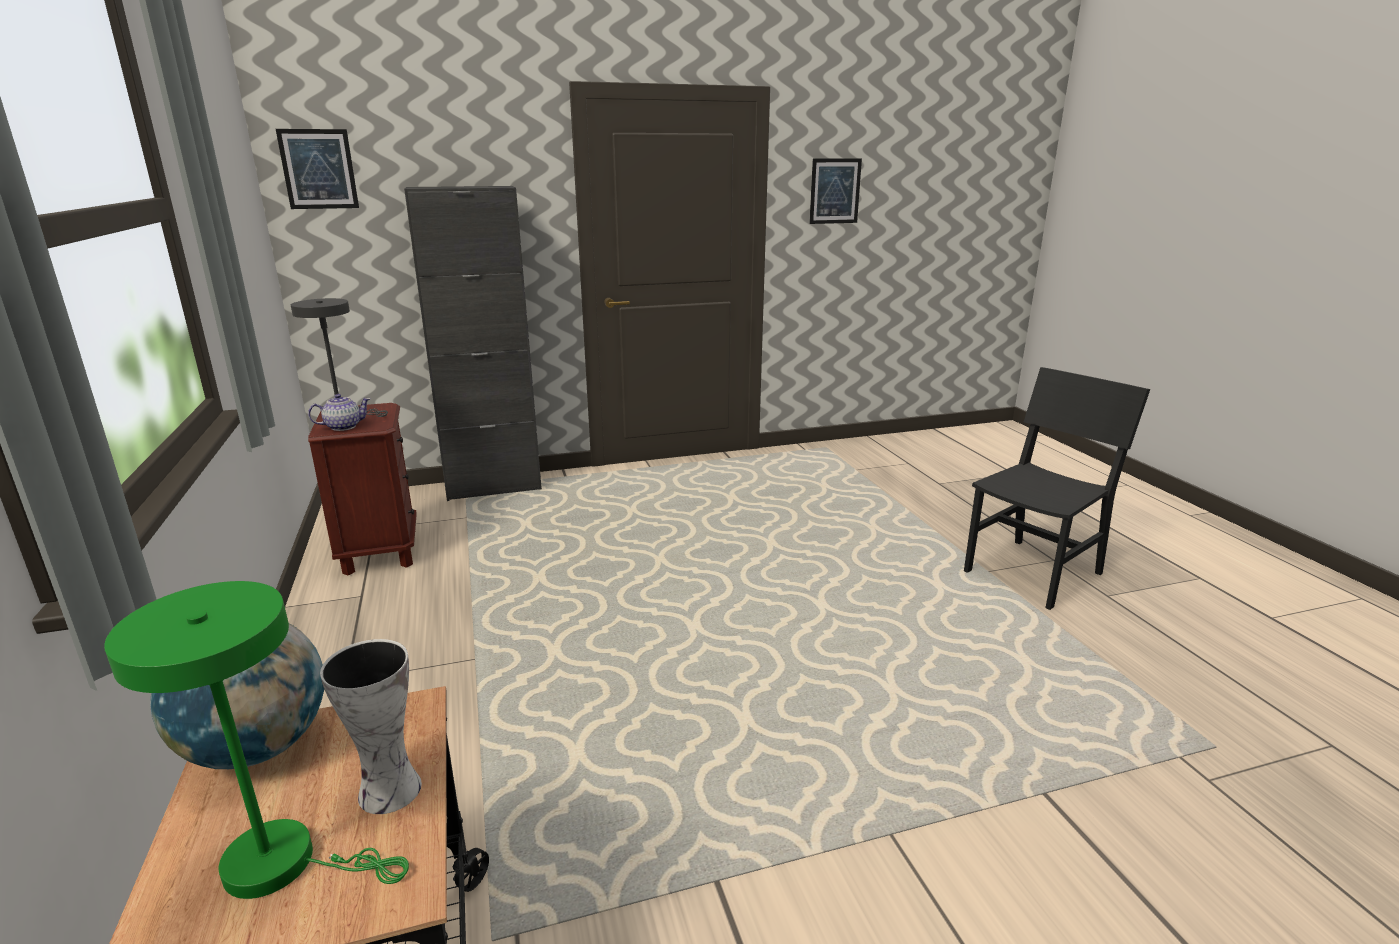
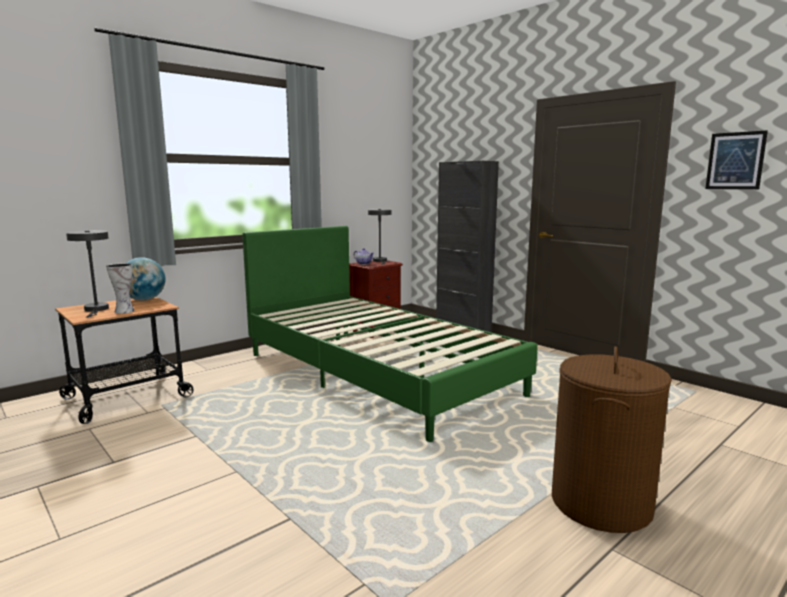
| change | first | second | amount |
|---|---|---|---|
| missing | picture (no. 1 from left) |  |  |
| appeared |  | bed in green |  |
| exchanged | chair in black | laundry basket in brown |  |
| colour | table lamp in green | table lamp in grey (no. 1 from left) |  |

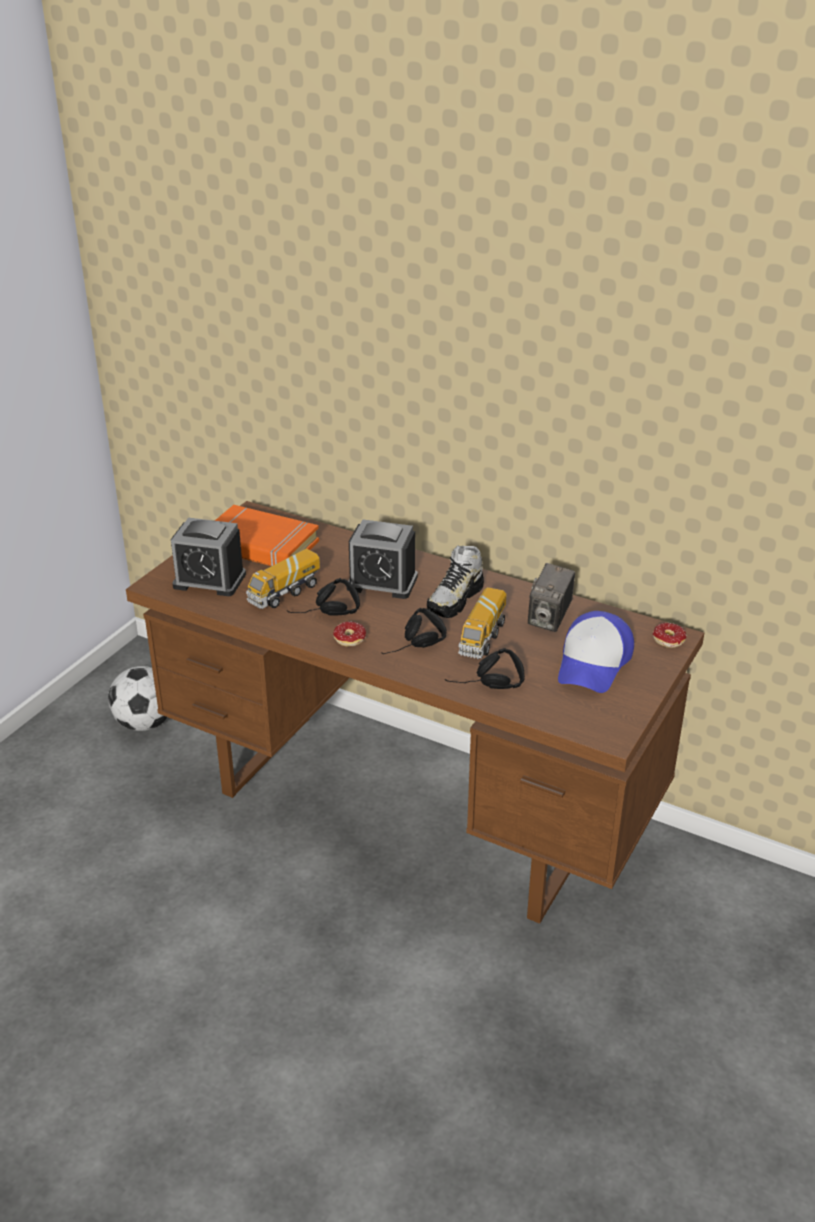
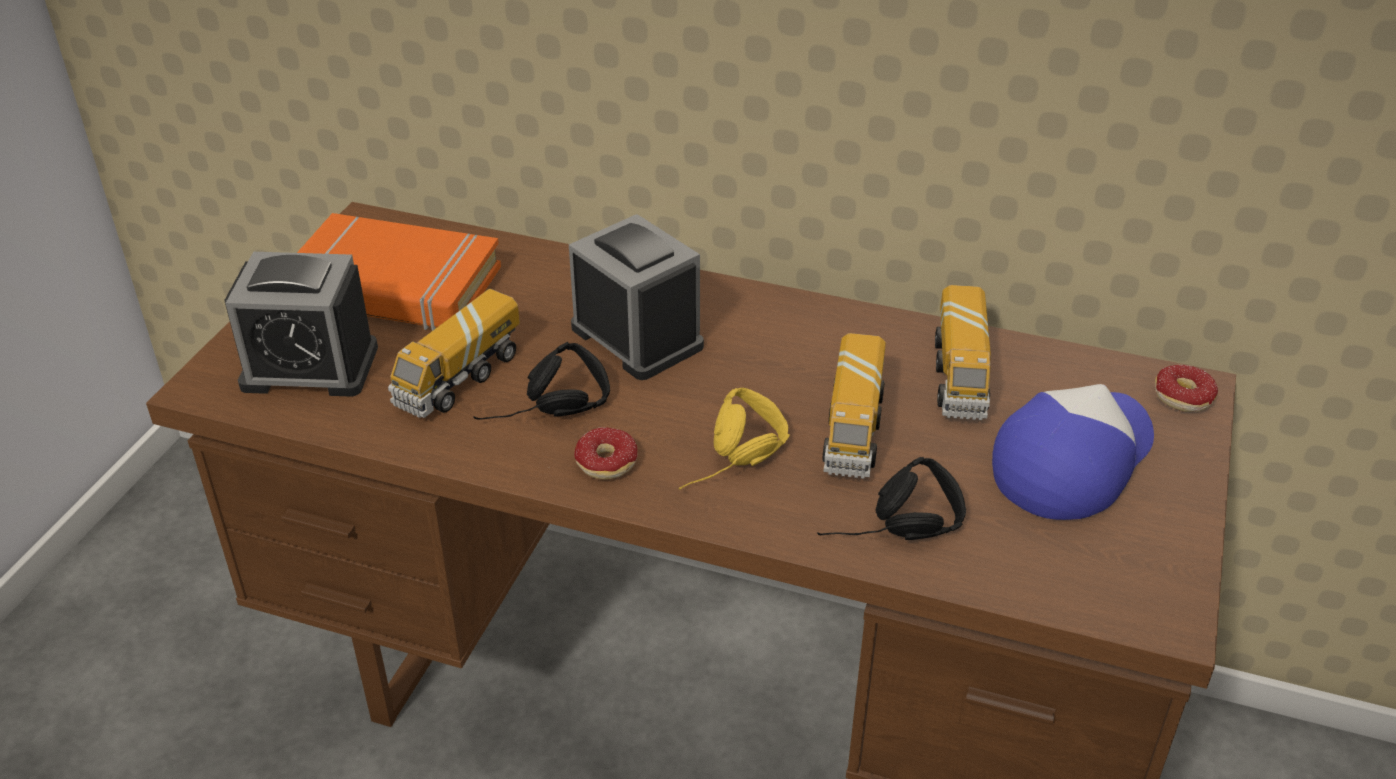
| change | first | second | amount |
|---|---|---|---|
| missing | football |  |  |
| missing | shoe |  |  |
| exchanged | photo camera | toy truck (no. 3 from left) |  |
| colour | headphones in black (no. 2 from left) | headphones in yellow |  |
| spun | alarm clock (no. 2 from left) |  | 135 degrees counterclockwise |
| spun | cap |  | 150 degrees counterclockwise |

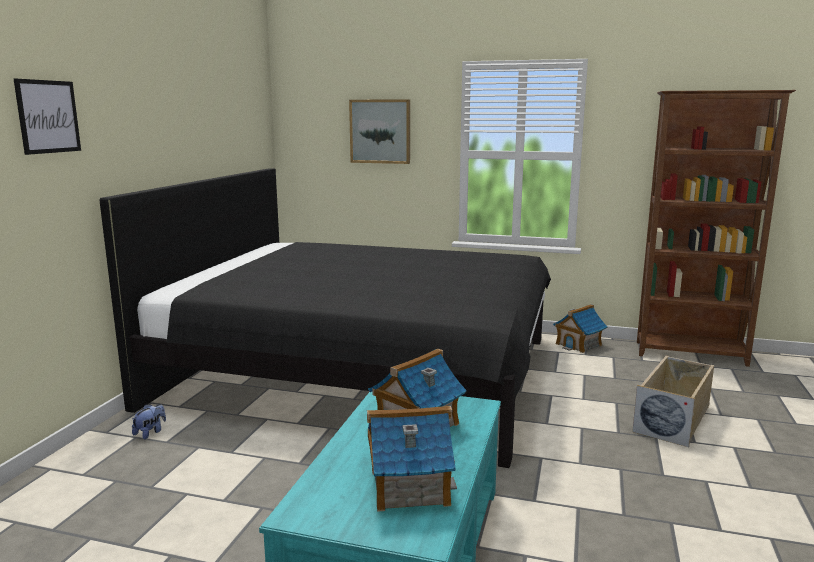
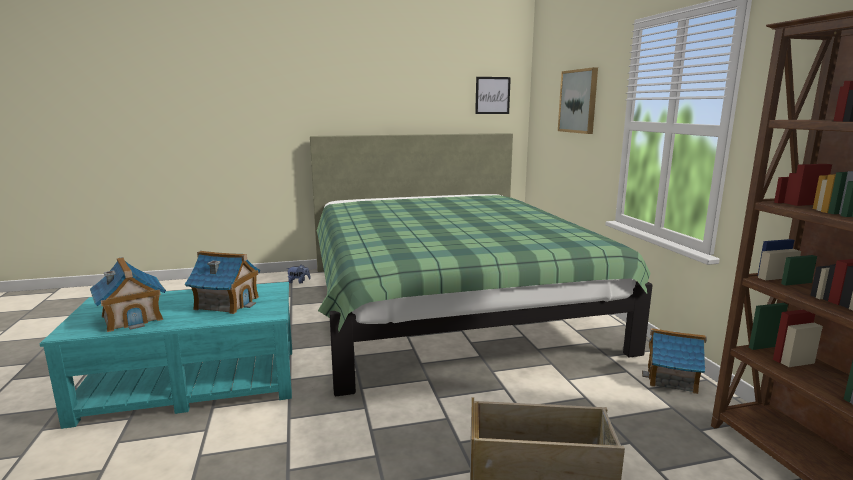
| change | first | second | amount |
|---|---|---|---|
| relocated | picture (no. 1 from left) |  |  |
| colour | bed in black | bed in green |  |

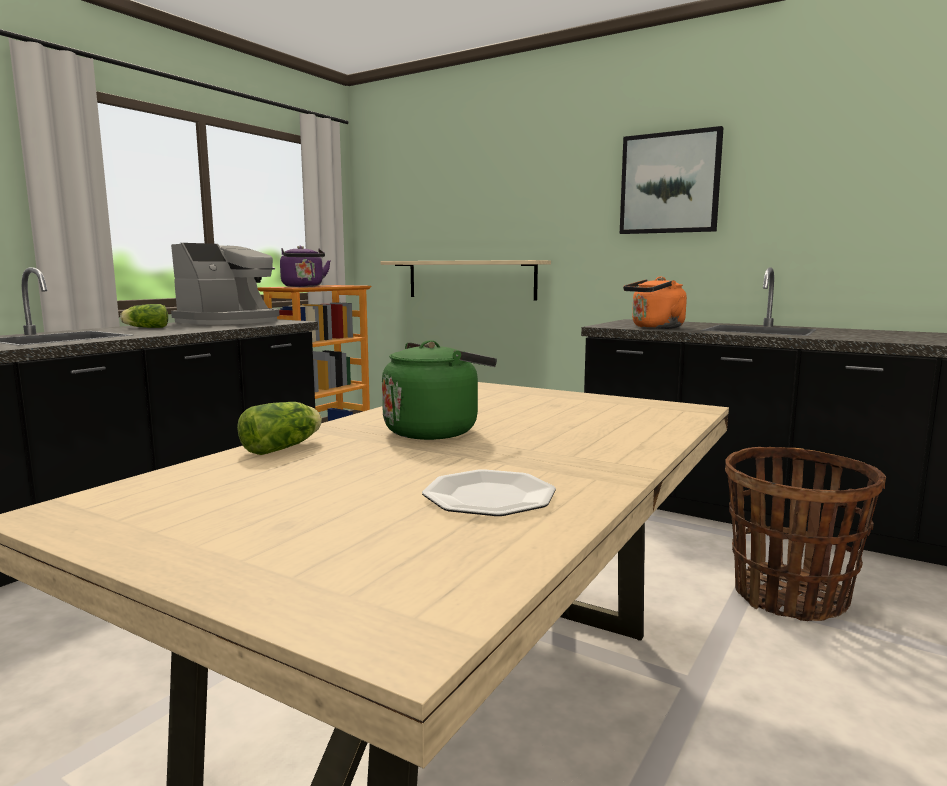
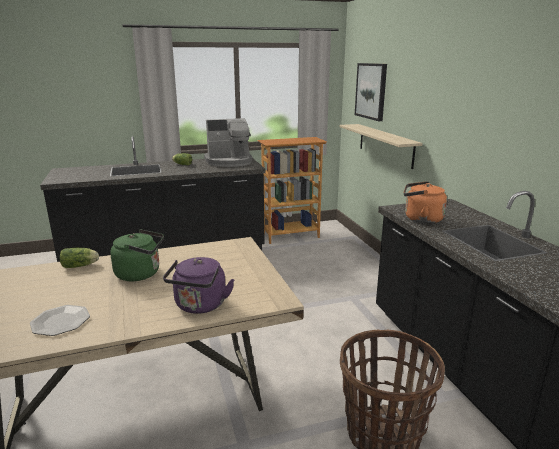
| change | first | second | amount |
|---|---|---|---|
| relocated | kettle in purple |  |  |
| relocated | picture |  |  |

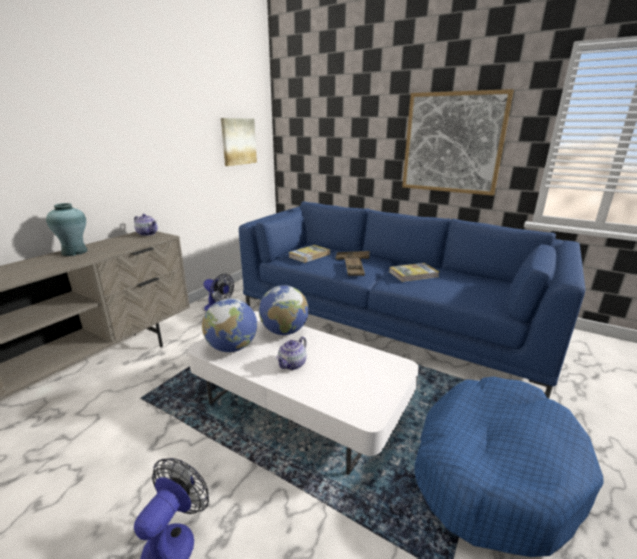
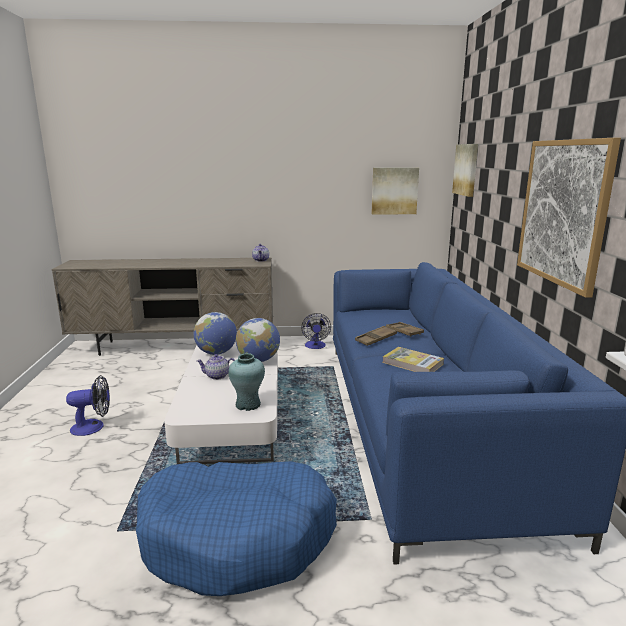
| change | first | second | amount |
|---|---|---|---|
| missing | book (no. 1 from left) |  |  |
| appeared |  | picture (no. 2 from left) |  |
| relocated | vase in turquoise |  |  |

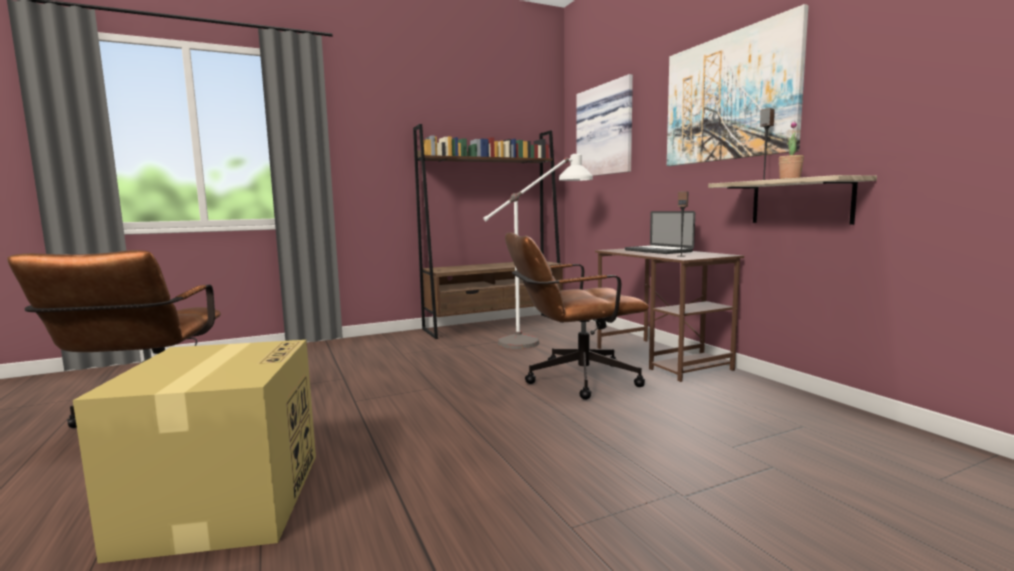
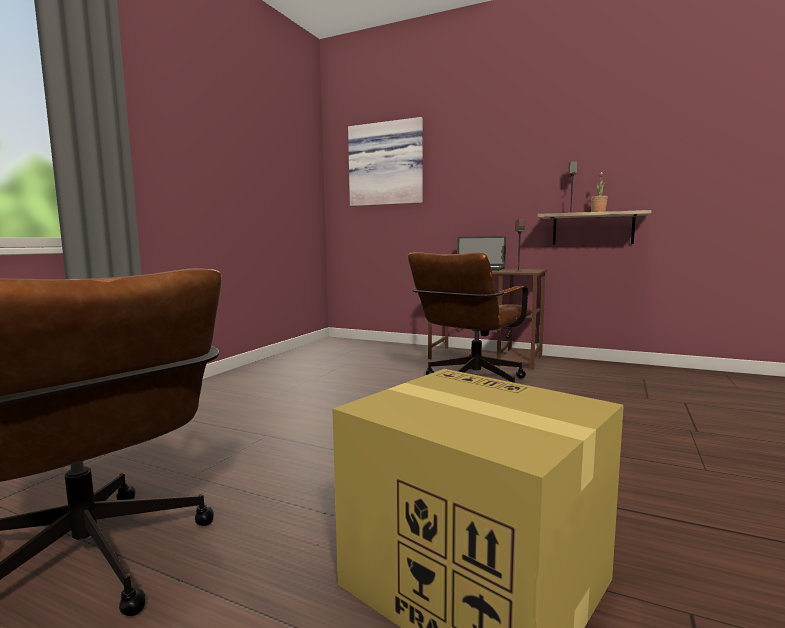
| change | first | second | amount |
|---|---|---|---|
| missing | bookcase in brown |  |  |
| missing | floor lamp in white |  |  |
| missing | picture (no. 2 from left) |  |  |

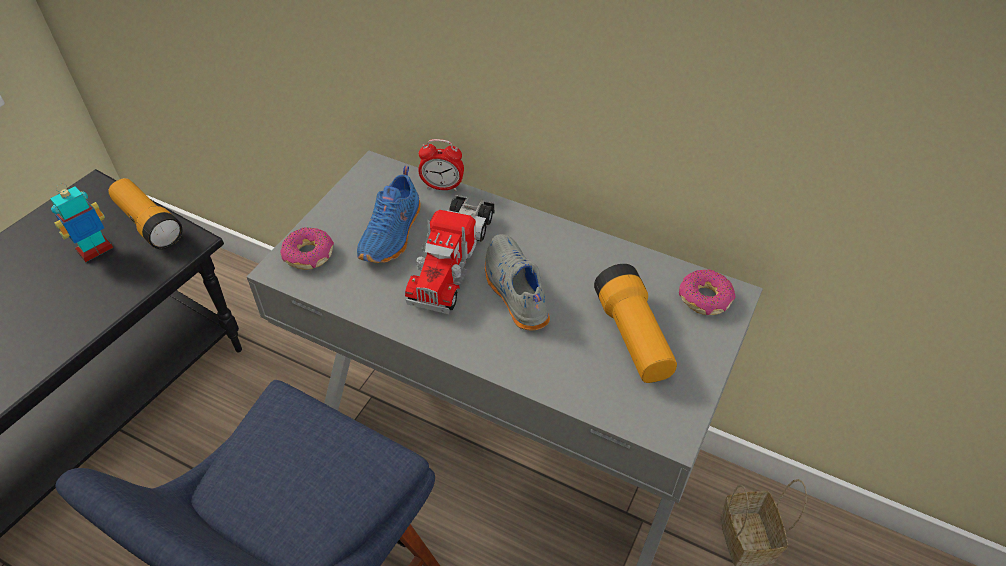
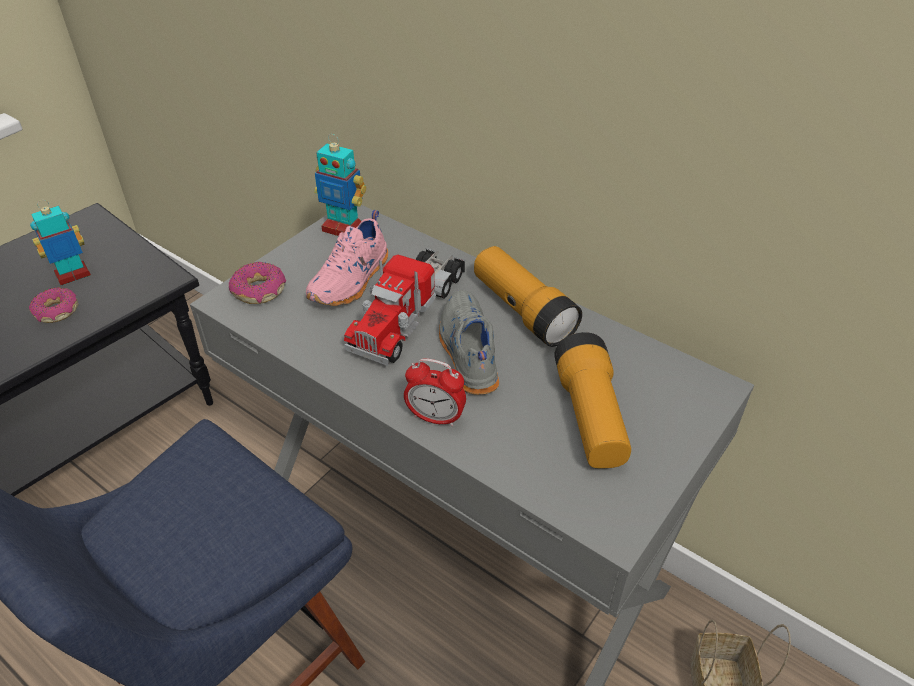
| change | first | second | amount |
|---|---|---|---|
| appeared |  | toy robot (no. 2 from left) |  |
| relocated | flashlight (no. 1 from left) |  |  |
| relocated | alarm clock |  |  |
| relocated | donut (no. 2 from left in the first image) | donut (no. 1 from left) |  |
| colour | shoe in blue | shoe in pink |  |

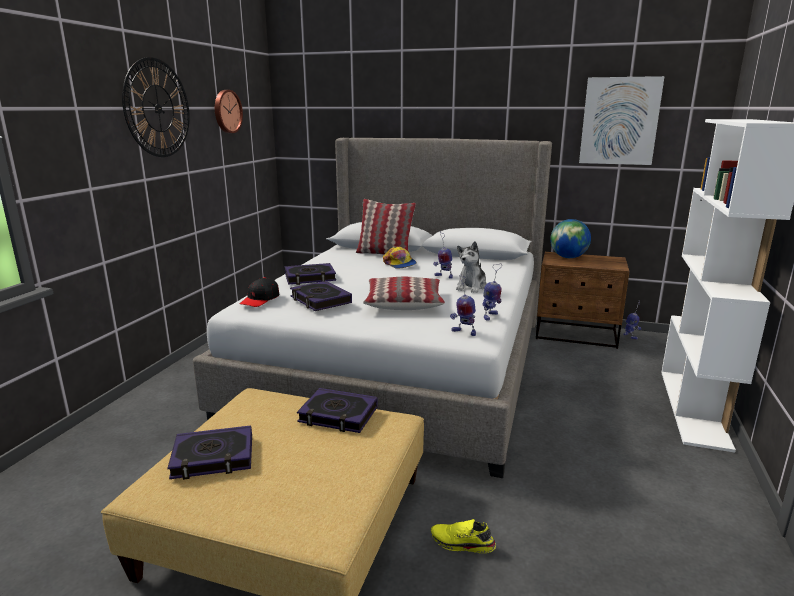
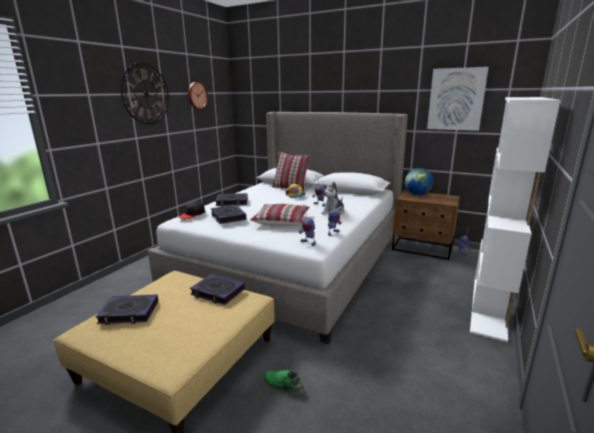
| change | first | second | amount |
|---|---|---|---|
| colour | shoe in yellow | shoe in green |  |

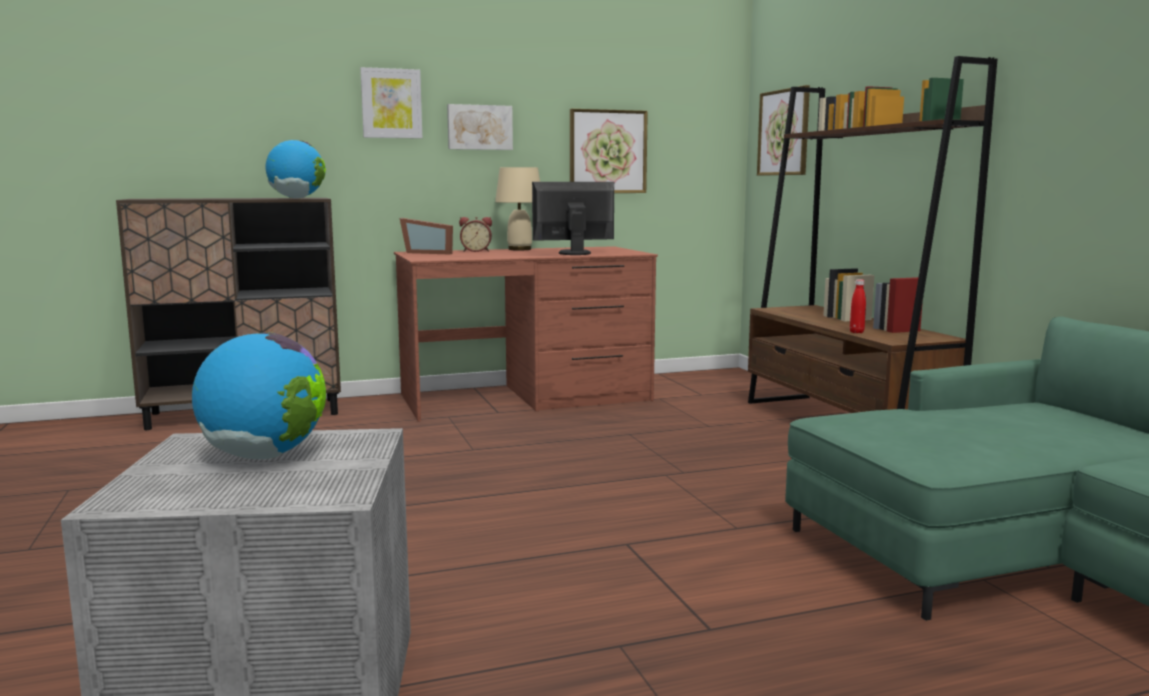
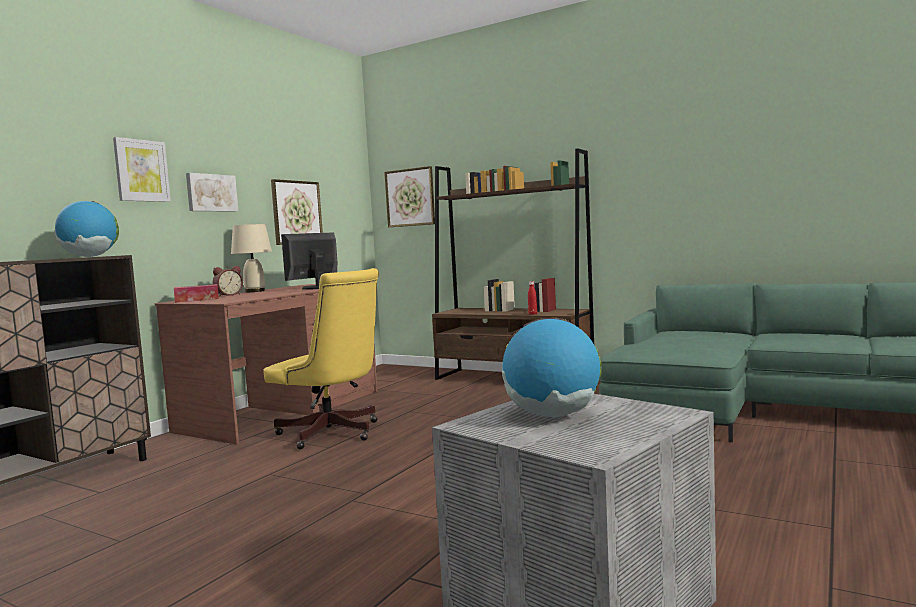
| change | first | second | amount |
|---|---|---|---|
| appeared |  | office chair in yellow |  |
| exchanged | picture frame | tissue box |  |

